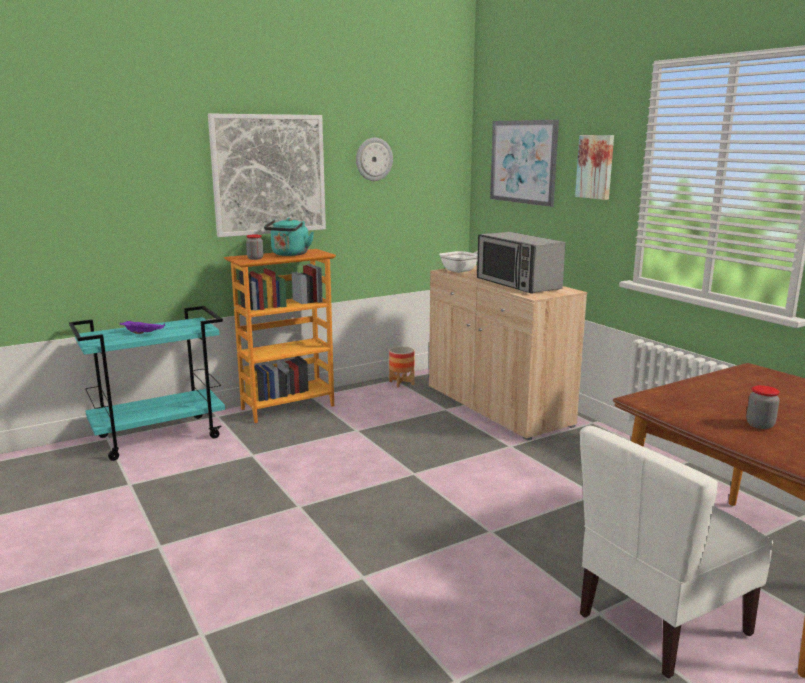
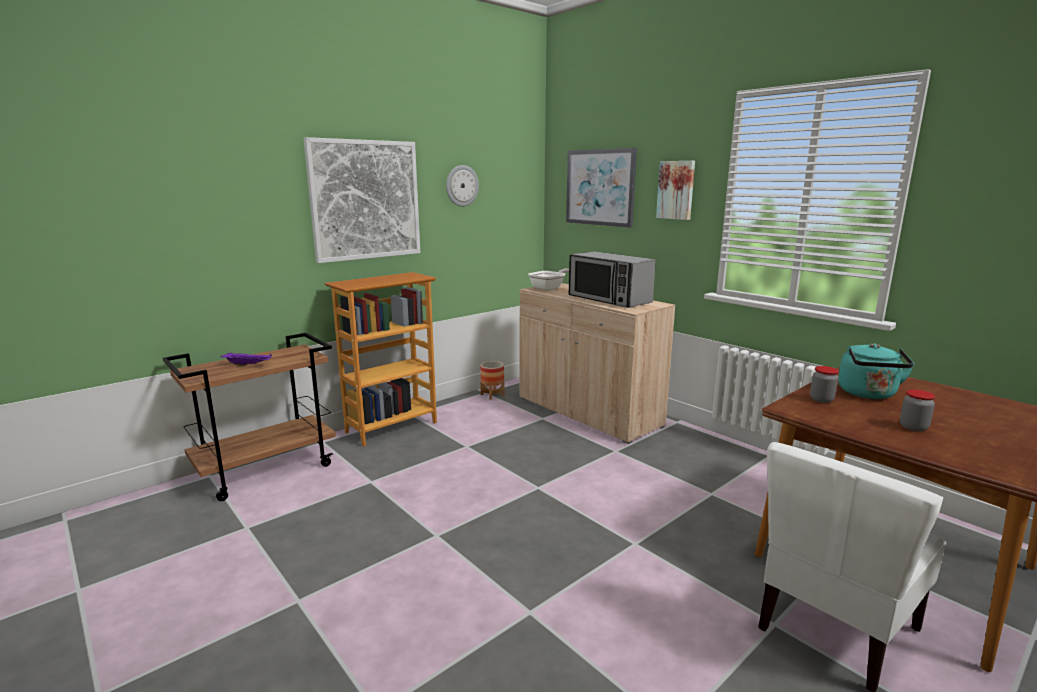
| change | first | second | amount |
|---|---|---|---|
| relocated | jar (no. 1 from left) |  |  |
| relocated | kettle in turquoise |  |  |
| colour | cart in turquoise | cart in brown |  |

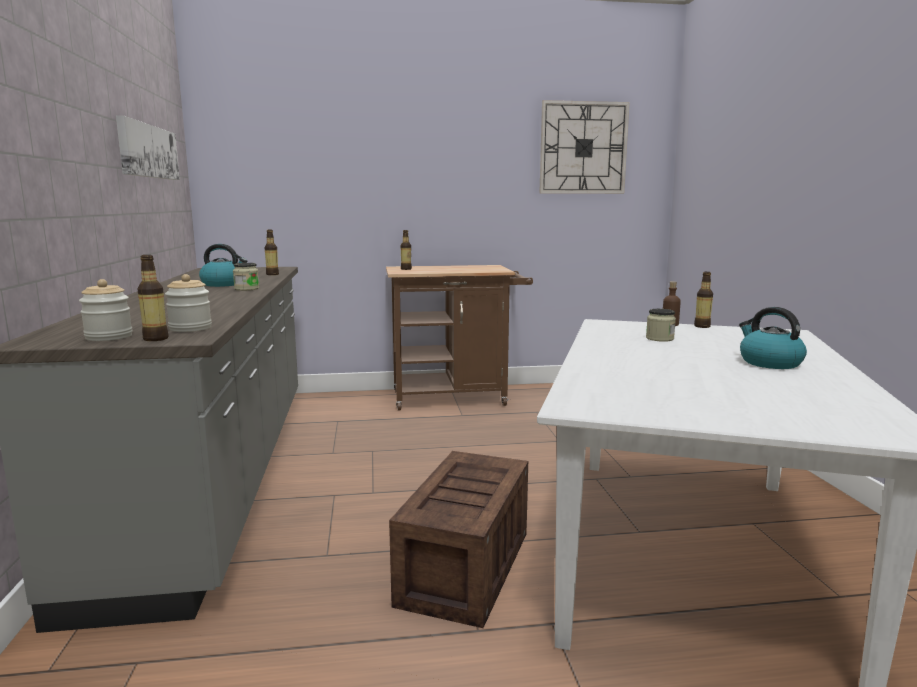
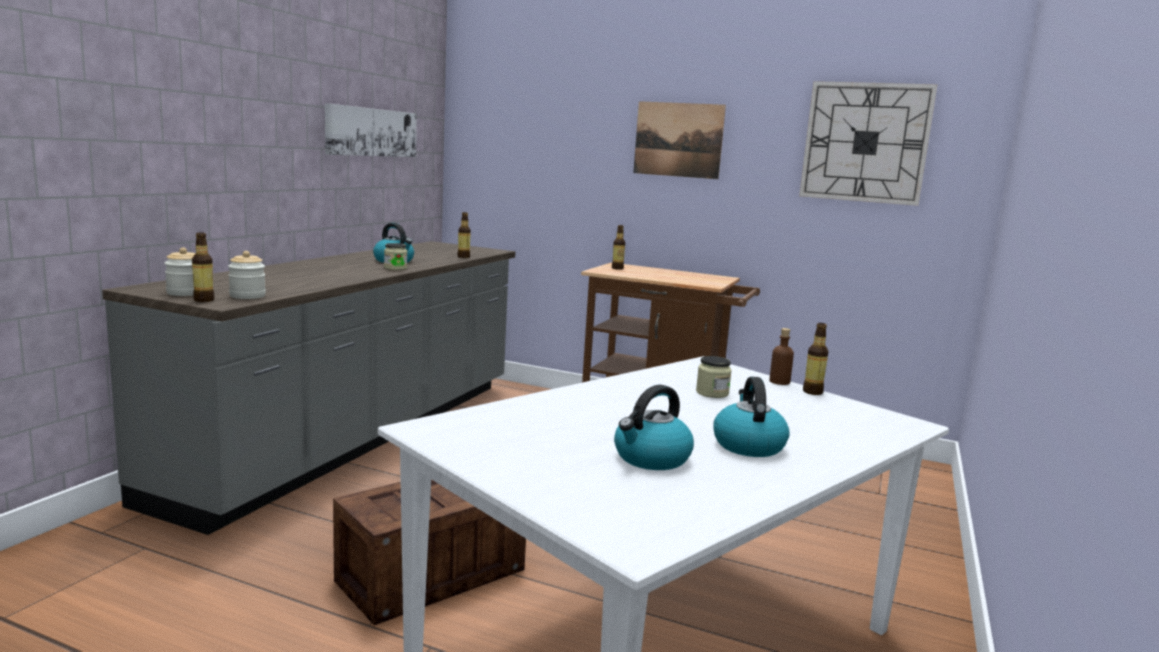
| change | first | second | amount |
|---|---|---|---|
| appeared |  | kettle (no. 2 from left) |  |
| appeared |  | picture (no. 2 from left) |  |

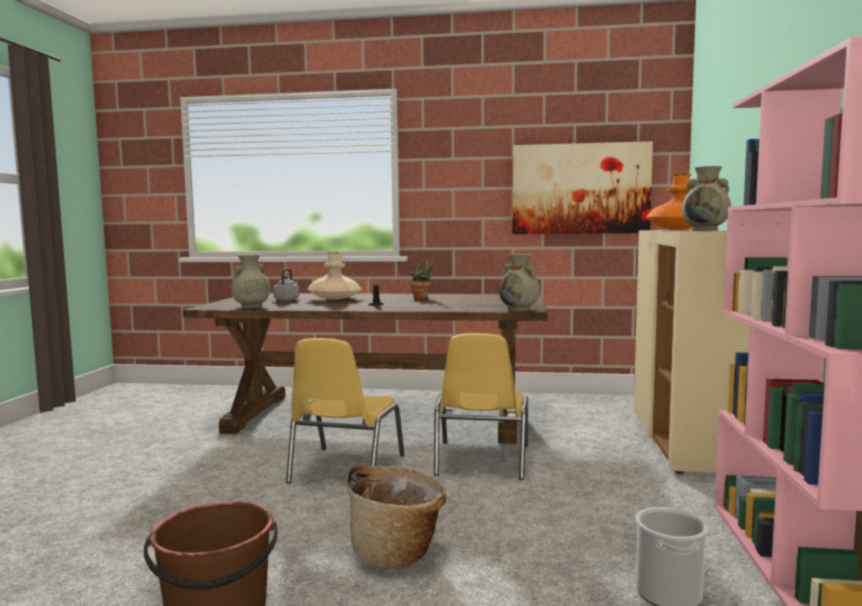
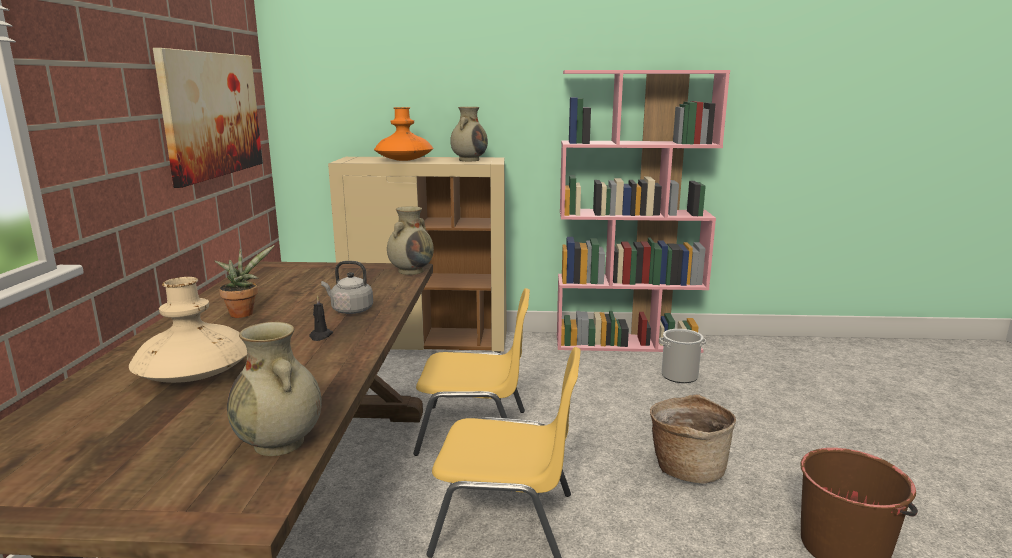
| change | first | second | amount |
|---|---|---|---|
| relocated | kettle in grey |  |  |

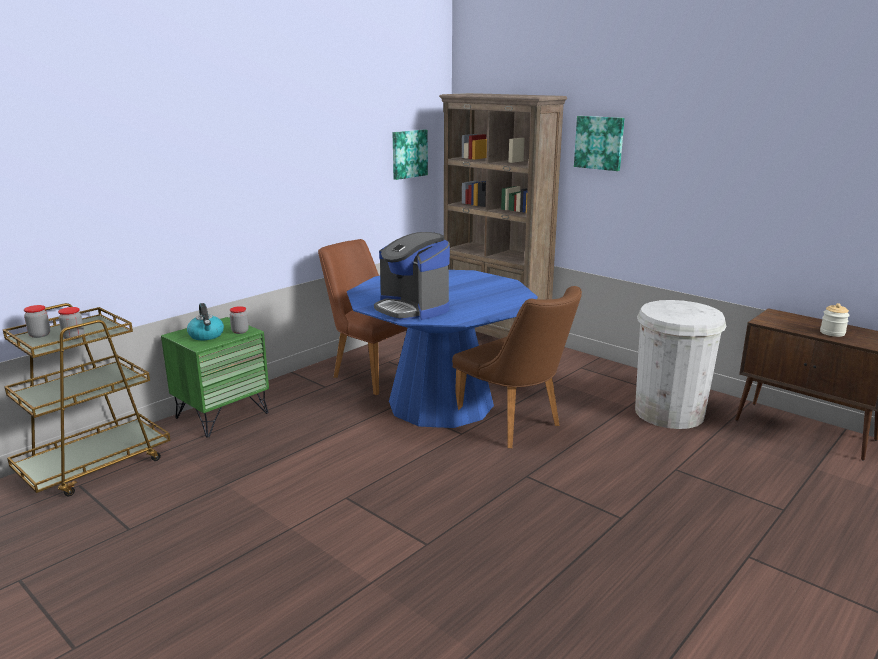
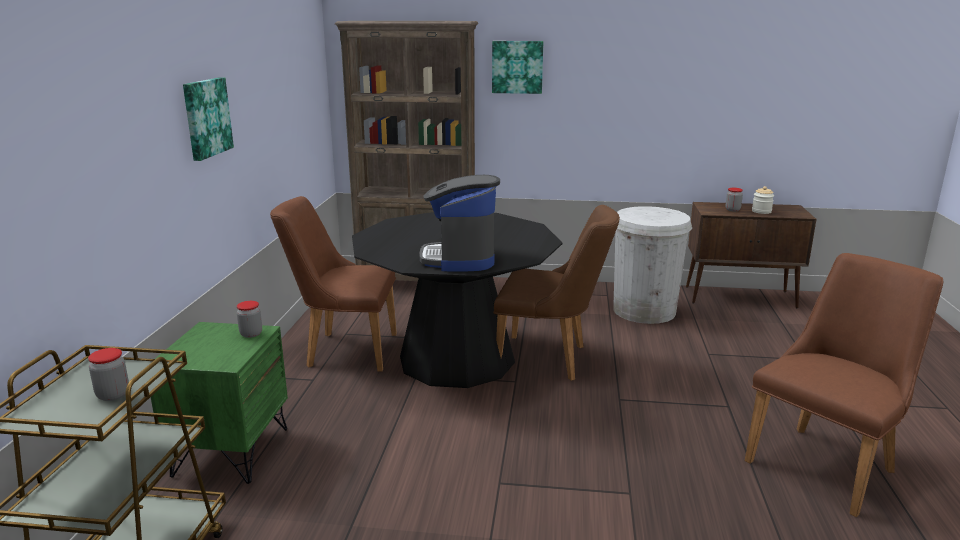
| change | first | second | amount |
|---|---|---|---|
| missing | kettle |  |  |
| appeared |  | chair in brown (no. 3 from left) |  |
| relocated | jar (no. 1 from left in the first image) | jar (no. 3 from left) |  |
| relocated | picture (no. 1 from left) |  |  |
| colour | dining table in blue | dining table in black |  |
| spun | coffee machine |  | 75 degrees clockwise |

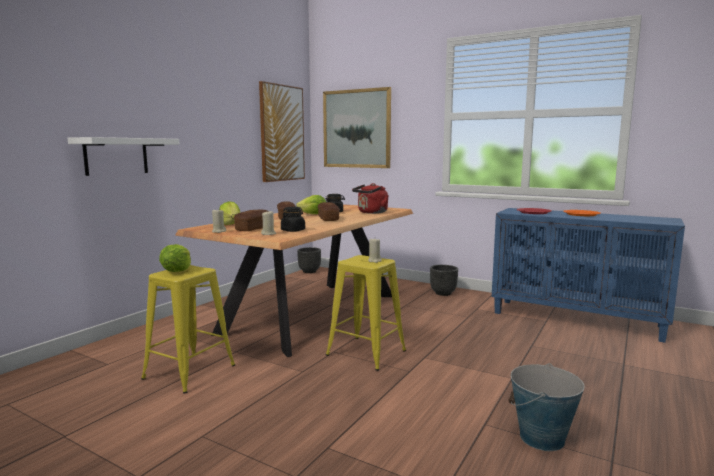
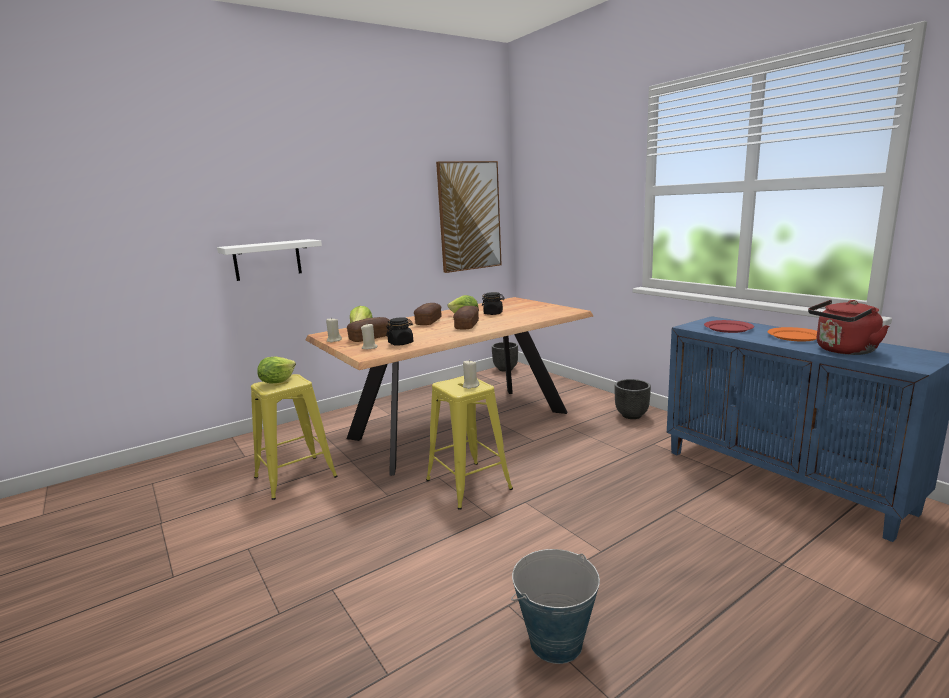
| change | first | second | amount |
|---|---|---|---|
| missing | picture (no. 2 from left) |  |  |
| relocated | kettle in red |  |  |

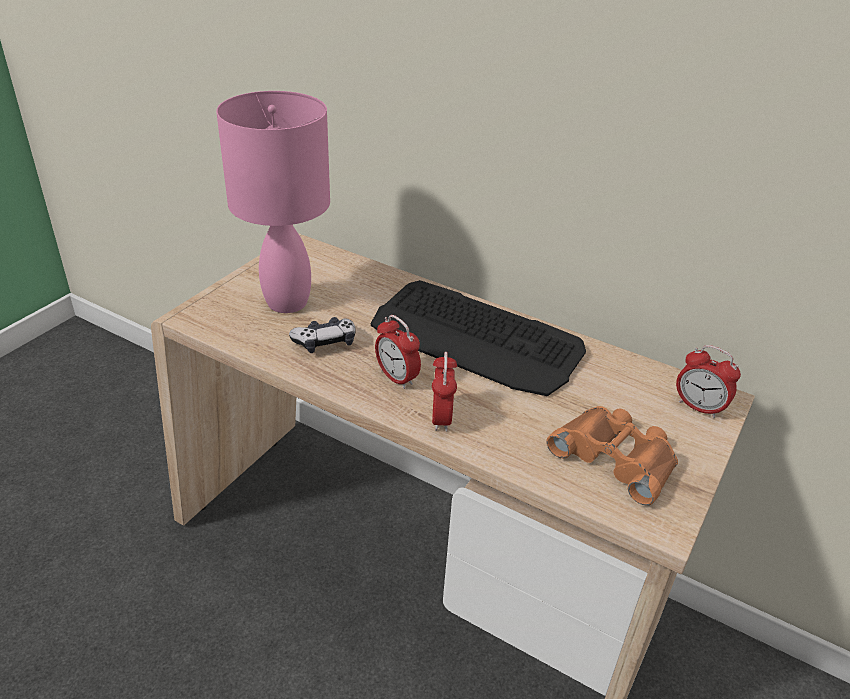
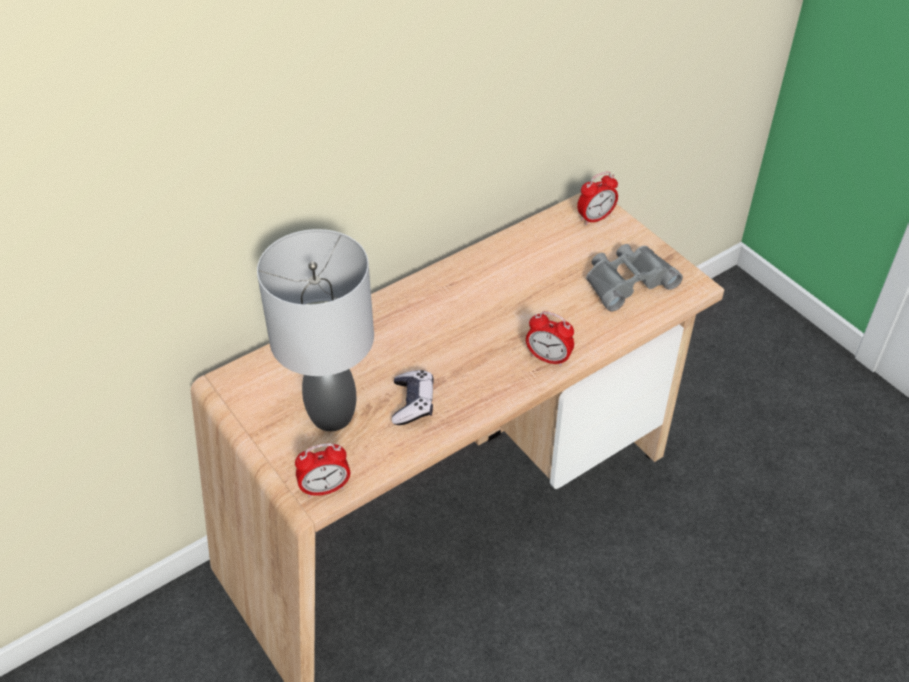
| change | first | second | amount |
|---|---|---|---|
| missing | keyboard |  |  |
| relocated | alarm clock (no. 1 from left) |  |  |
| colour | table lamp in pink | table lamp in grey |  |
| colour | binoculars in orange | binoculars in grey |  |

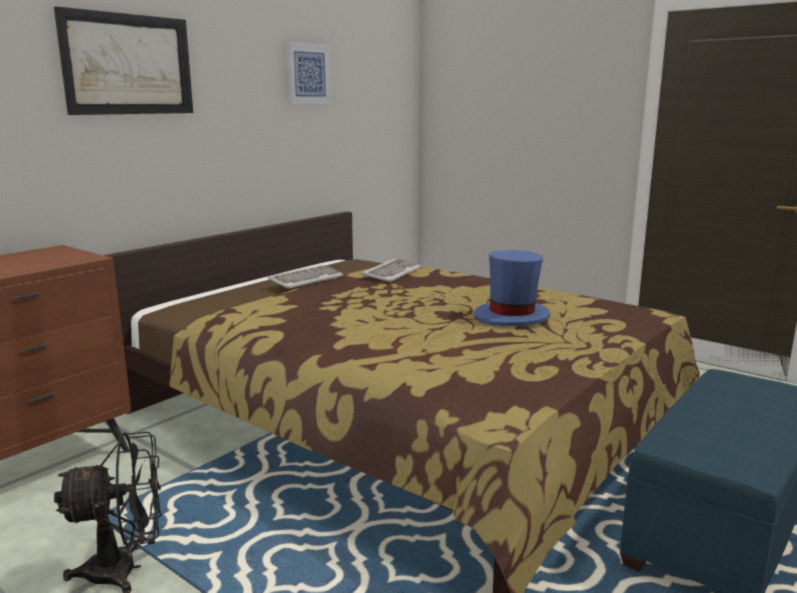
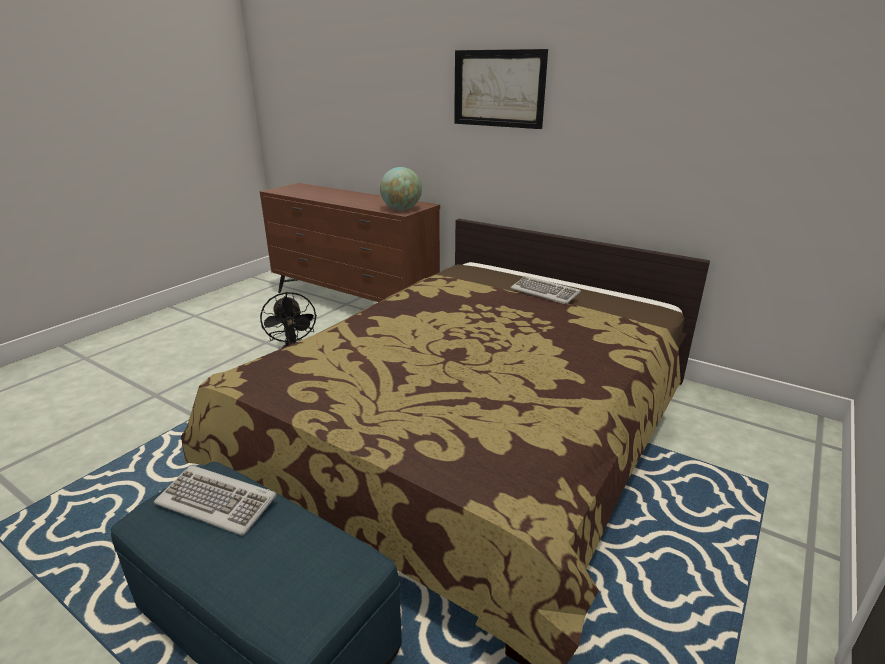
| change | first | second | amount |
|---|---|---|---|
| missing | picture (no. 2 from left) |  |  |
| missing | hat in blue |  |  |
| appeared |  | globe |  |
| relocated | keyboard (no. 2 from left in the first image) | keyboard (no. 1 from left) |  |

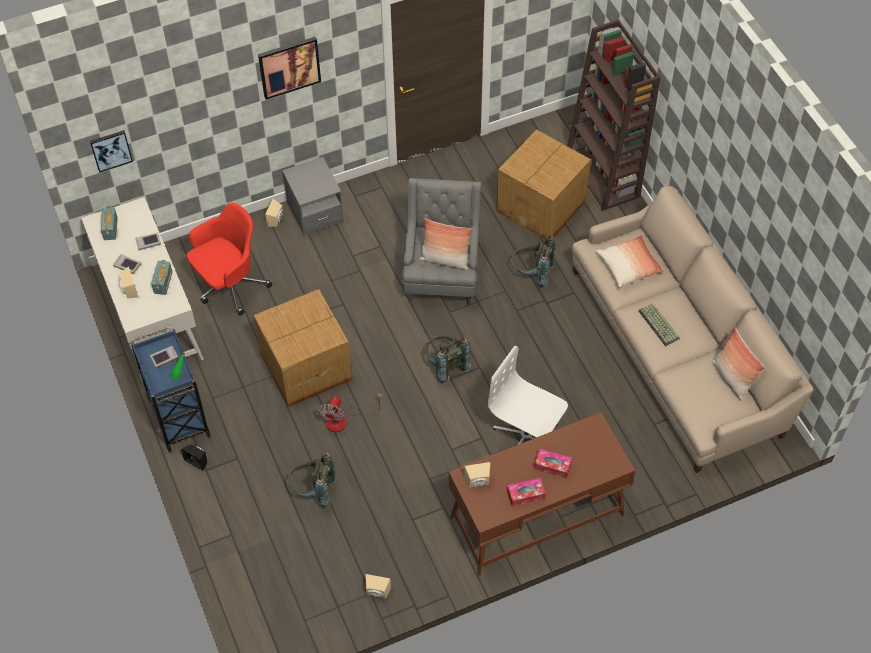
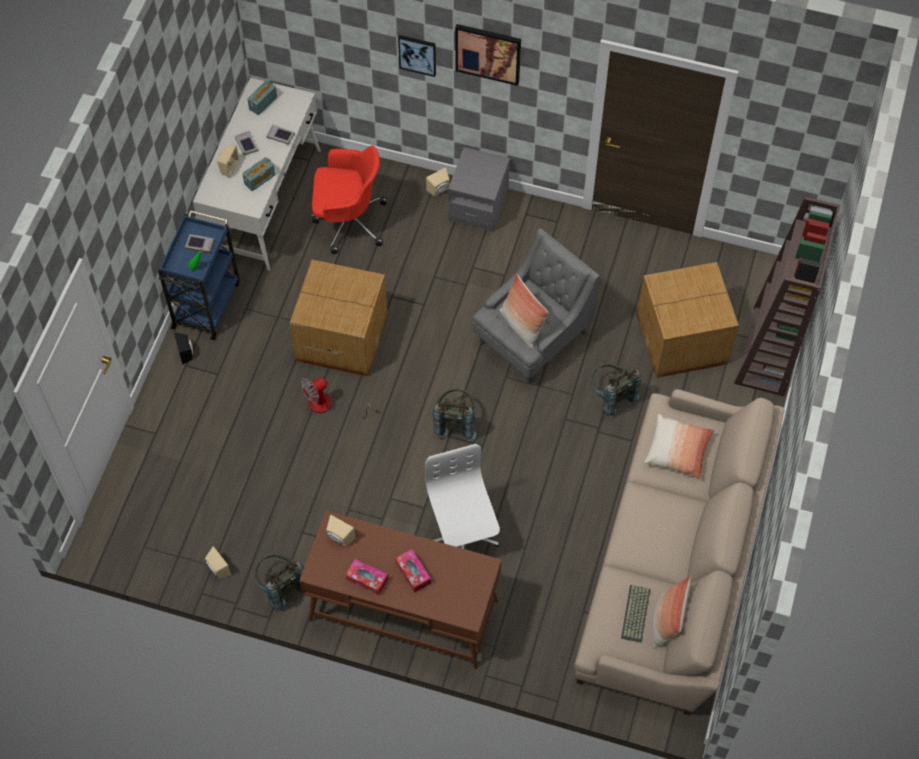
| change | first | second | amount |
|---|---|---|---|
| relocated | picture (no. 1 from left) |  |  |
| relocated | backpack in grey (no. 1 from left) |  |  |
| relocated | keyboard |  |  |

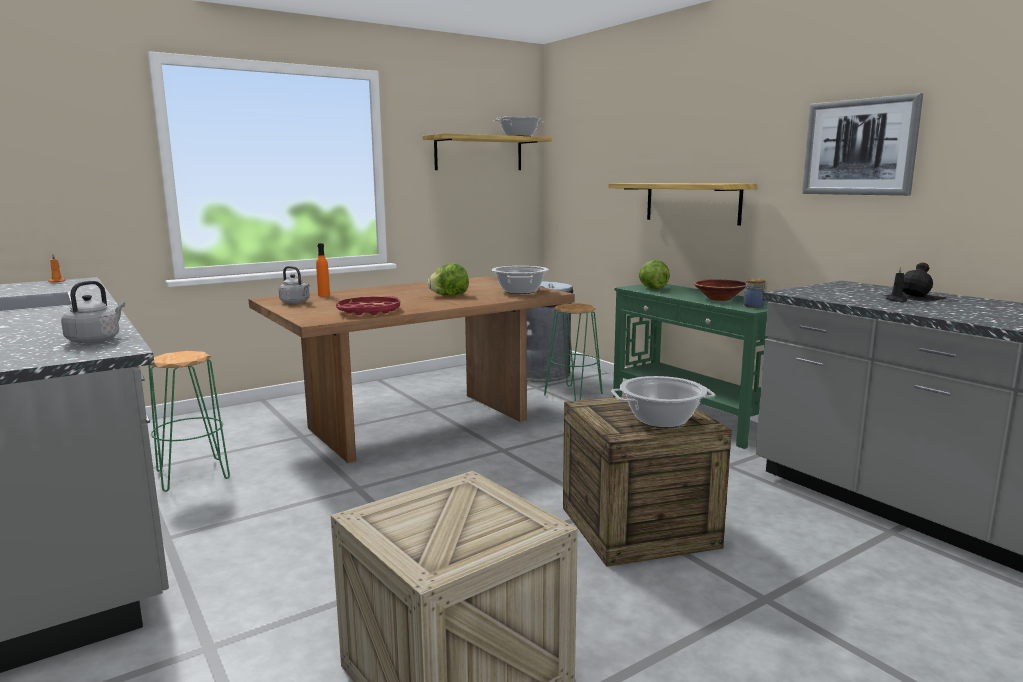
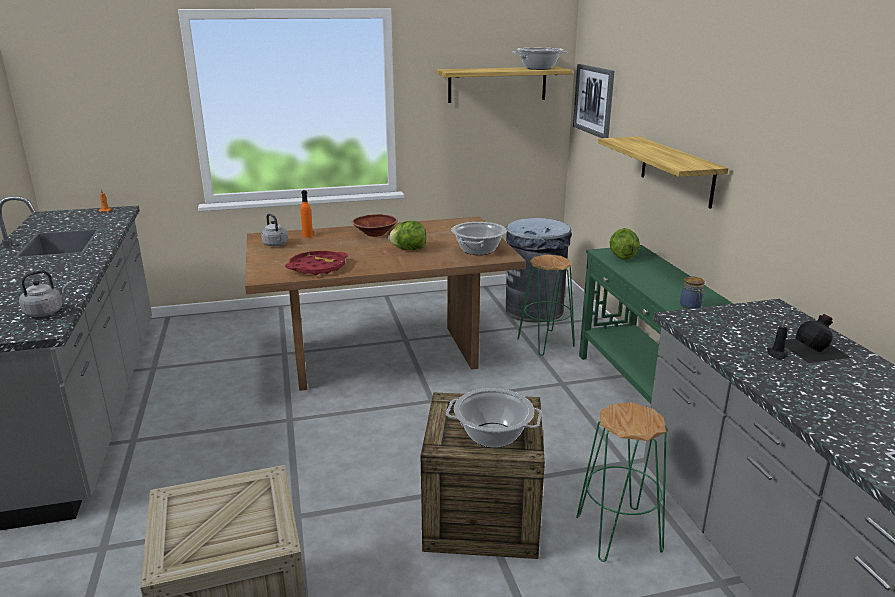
| change | first | second | amount |
|---|---|---|---|
| relocated | stool in green (no. 1 from left in the first image) | stool in green (no. 2 from left) |  |
| relocated | bowl in brown |  |  |
| relocated | picture |  |  |

